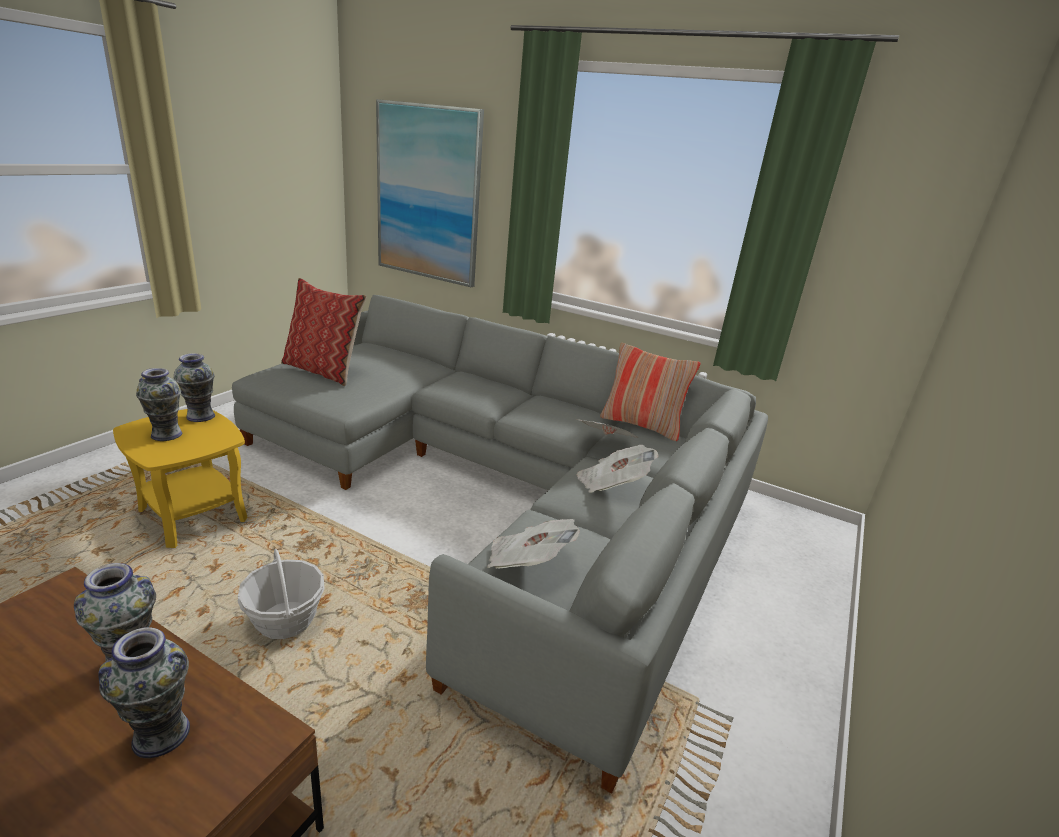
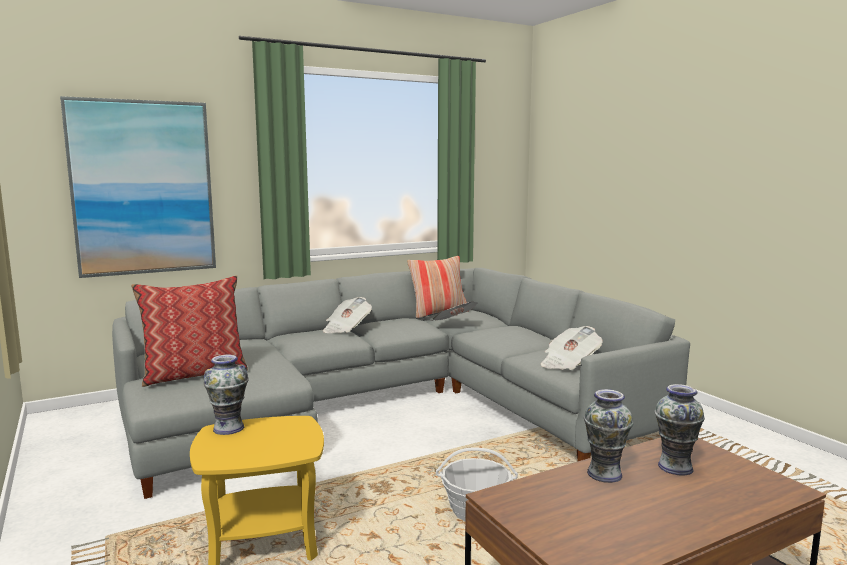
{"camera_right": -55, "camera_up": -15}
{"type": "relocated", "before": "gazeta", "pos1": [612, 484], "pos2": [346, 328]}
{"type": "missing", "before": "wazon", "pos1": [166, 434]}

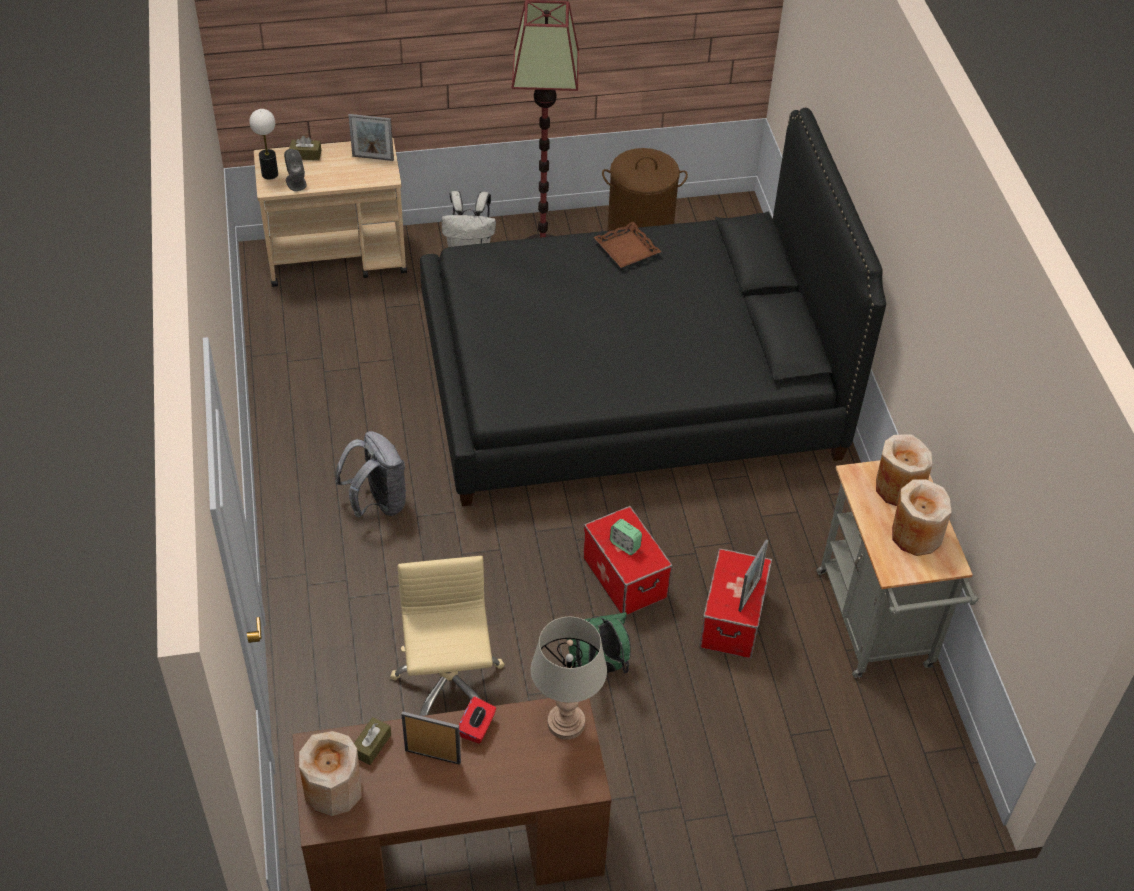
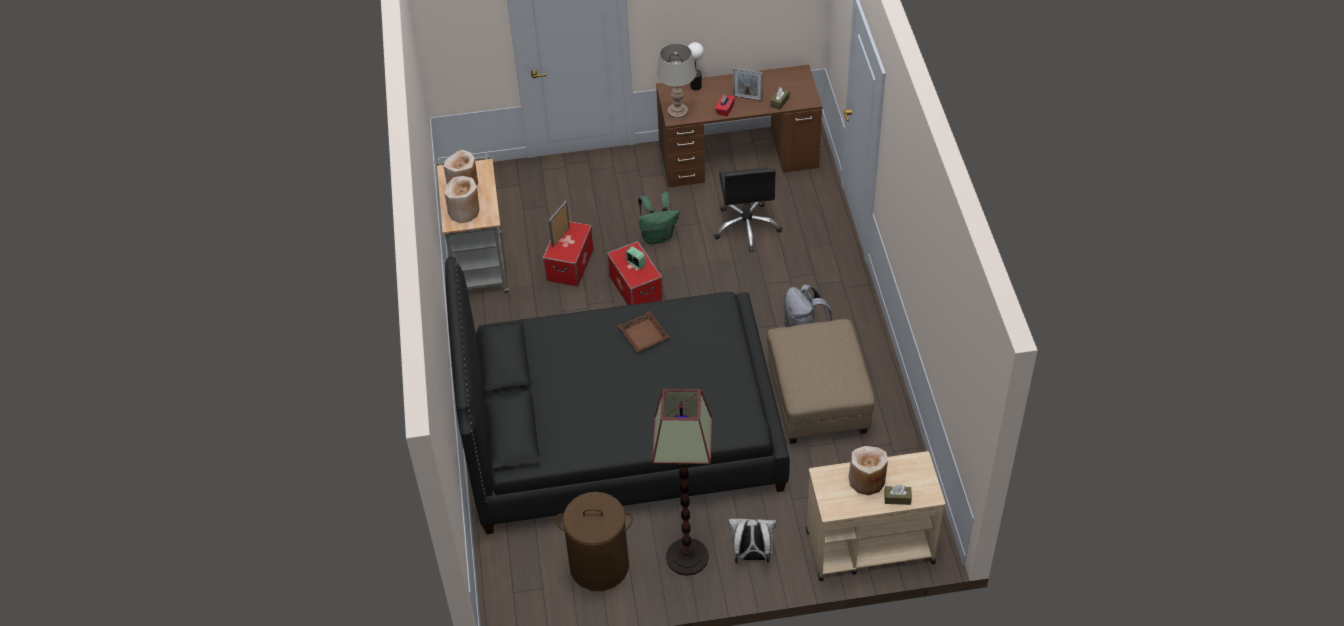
{"camera_right": -175, "camera_up": 0}
{"type": "relocated", "before": "taca (brązowy)", "pos1": [627, 249], "pos2": [643, 335]}
{"type": "relocated", "before": "lampa stołowa", "pos1": [270, 174], "pos2": [696, 86]}
{"type": "colour", "before": "krzesło biurowe (beżowy)", "after": "krzesło biurowe (czarny)", "pos1": [448, 685], "pos2": [747, 227]}
{"type": "appeared", "after": "pufa (beżowy)", "pos2": [817, 400]}
{"type": "relocated", "before": "wazon (beżowy)", "pos1": [333, 789], "pos2": [866, 481]}
{"type": "missing", "before": "głośnik (szary)", "pos1": [296, 182]}
{"type": "missing", "before": "ramka na zdjęcie", "pos1": [373, 158]}

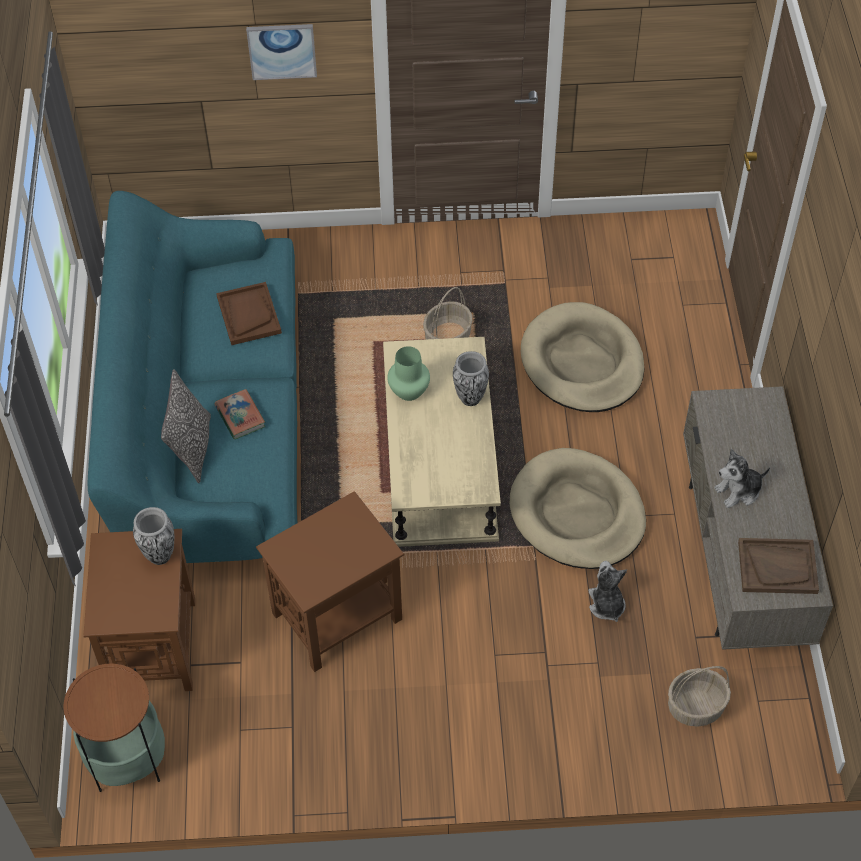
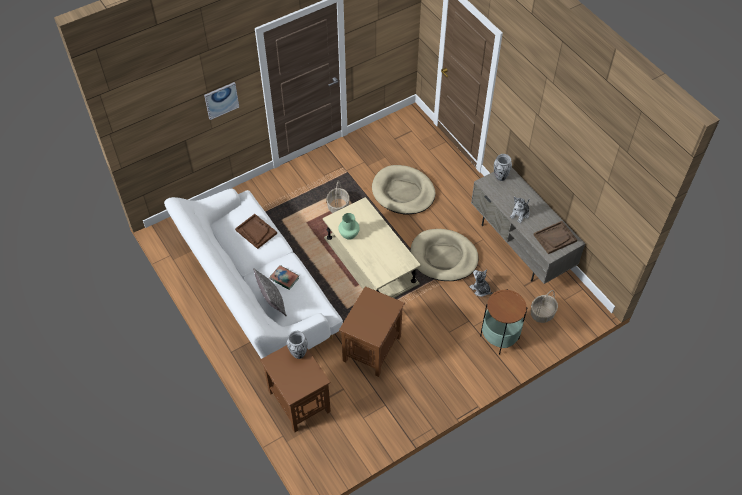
{"camera_right": -30, "camera_up": 0}
{"type": "colour", "before": "kanapa (turkusowy)", "after": "kanapa (biały)", "pos1": [212, 423], "pos2": [257, 291]}
{"type": "relocated", "before": "stolik", "pos1": [127, 759], "pos2": [499, 337]}
{"type": "relocated", "before": "wazon", "pos1": [470, 397], "pos2": [500, 177]}

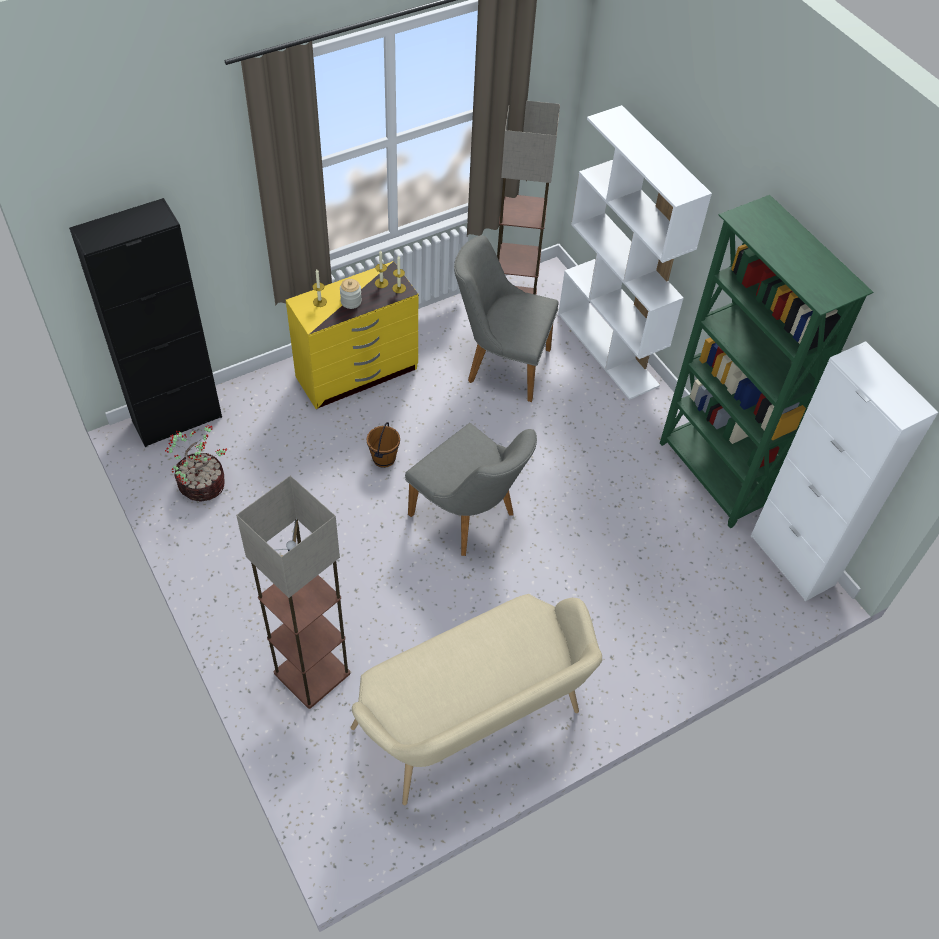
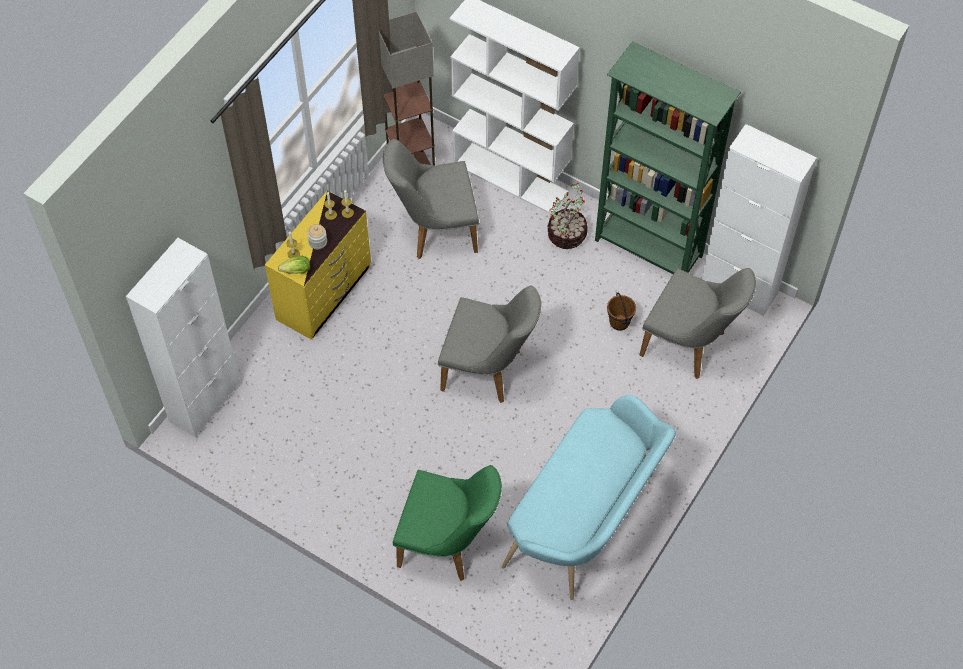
{"camera_right": -25, "camera_up": 5}
{"type": "colour", "before": "szafka (czarny)", "after": "szafka (biały)", "pos1": [177, 419], "pos2": [205, 402]}
{"type": "appeared", "after": "sałata", "pos2": [294, 271]}
{"type": "exchanged", "before": "lampa stojąca", "after": "krzesło (zielony)", "pos1": [312, 674], "pos2": [449, 545]}
{"type": "colour", "before": "ławka (beżowy)", "after": "ławka (turkusowy)", "pos1": [474, 726], "pos2": [586, 522]}
{"type": "relocated", "before": "roślina doniczkowa", "pos1": [203, 484], "pos2": [567, 234]}
{"type": "relocated", "before": "wiadro (brązowy)", "pos1": [383, 458], "pos2": [619, 322]}
{"type": "appeared", "after": "krzesło (szary)", "pos2": [690, 346]}

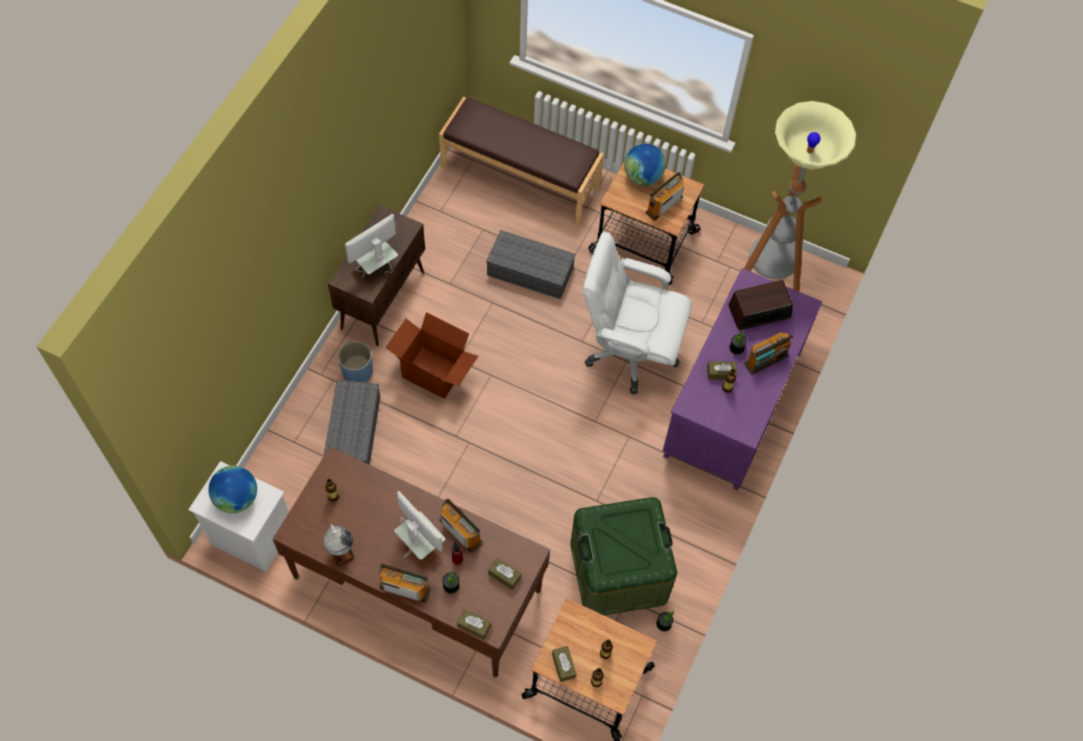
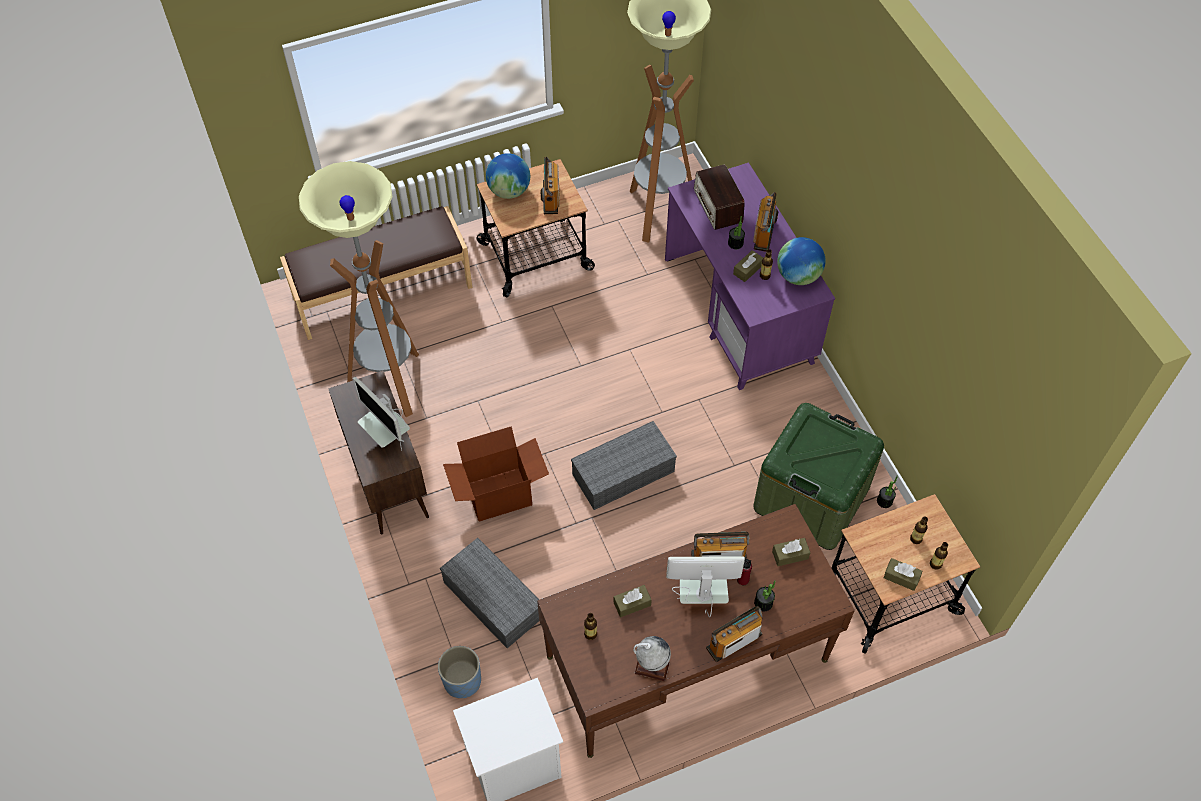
{"camera_right": -45, "camera_up": -5}
{"type": "appeared", "after": "lampa stojąca", "pos2": [391, 383]}
{"type": "spun", "before": "monitor", "pos1": [376, 267], "pos2": [388, 436], "turn": -45}
{"type": "relocated", "before": "donica (niebieski)", "pos1": [357, 372], "pos2": [462, 681]}
{"type": "relocated", "before": "pojemnik do przechowywania (szary)", "pos1": [528, 272], "pos2": [622, 474]}
{"type": "relocated", "before": "pudełko chusteczek (brązowy)", "pos1": [474, 626], "pos2": [632, 604]}
{"type": "spun", "before": "radio", "pos1": [758, 312], "pos2": [718, 206], "turn": -45}
{"type": "relocated", "before": "globus", "pos1": [236, 498], "pos2": [798, 276]}
{"type": "missing", "before": "krzesło biurowe (biały)", "pos1": [629, 351]}

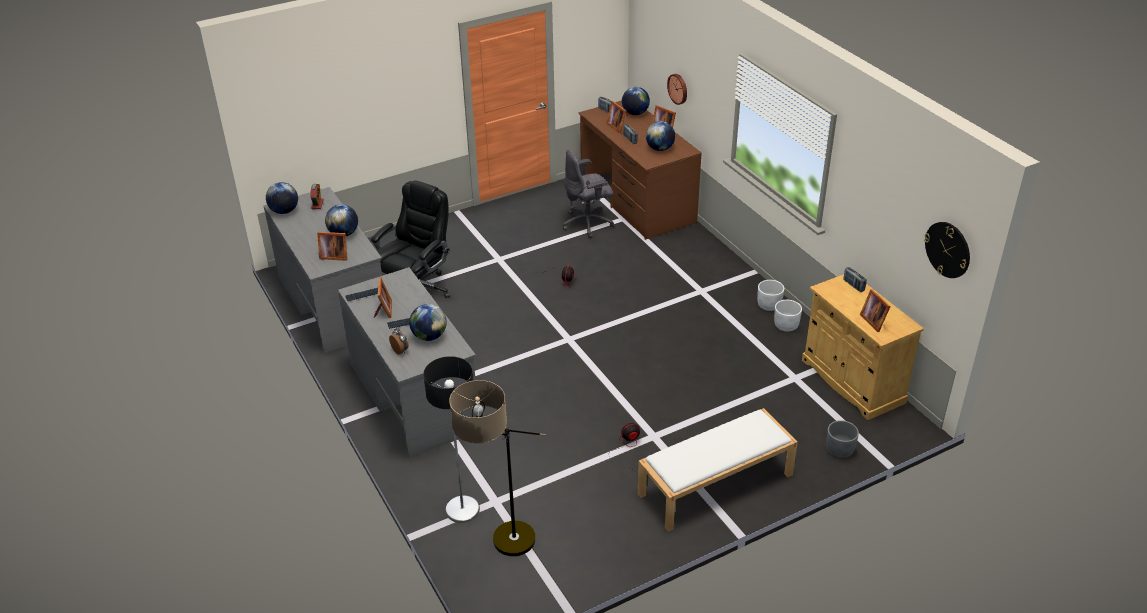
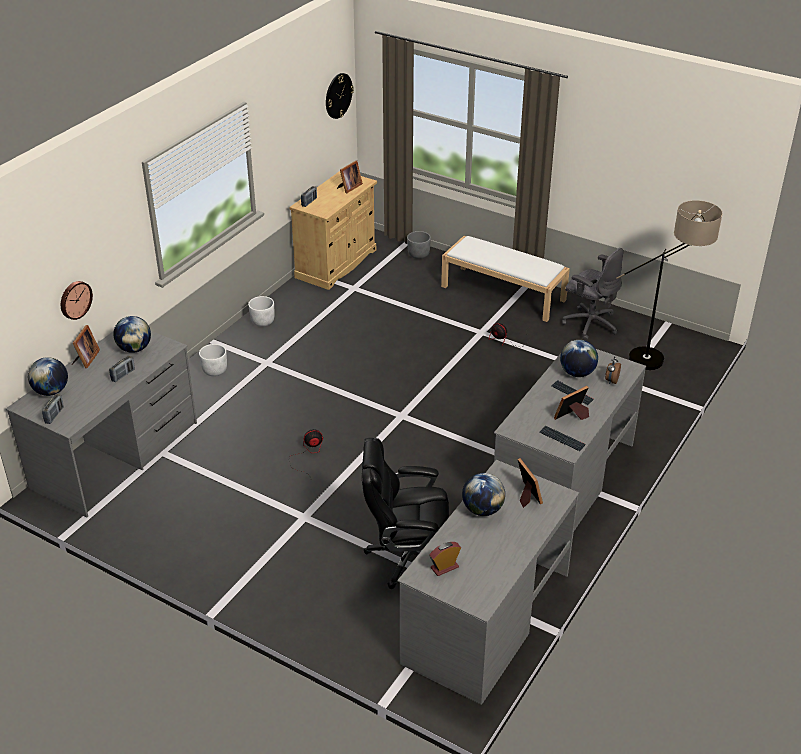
{"camera_right": -120, "camera_up": 0}
{"type": "colour", "before": "biurko (brązowy)", "after": "biurko (szary)", "pos1": [636, 201], "pos2": [116, 454]}
{"type": "relocated", "before": "donica (biały)", "pos1": [786, 325], "pos2": [214, 370]}
{"type": "relocated", "before": "krzesło biurowe (szary)", "pos1": [588, 224], "pos2": [590, 324]}
{"type": "missing", "before": "globus", "pos1": [284, 211]}
{"type": "missing", "before": "lampa stojąca", "pos1": [462, 510]}
{"type": "missing", "before": "ramka na zdjęcie", "pos1": [617, 126]}

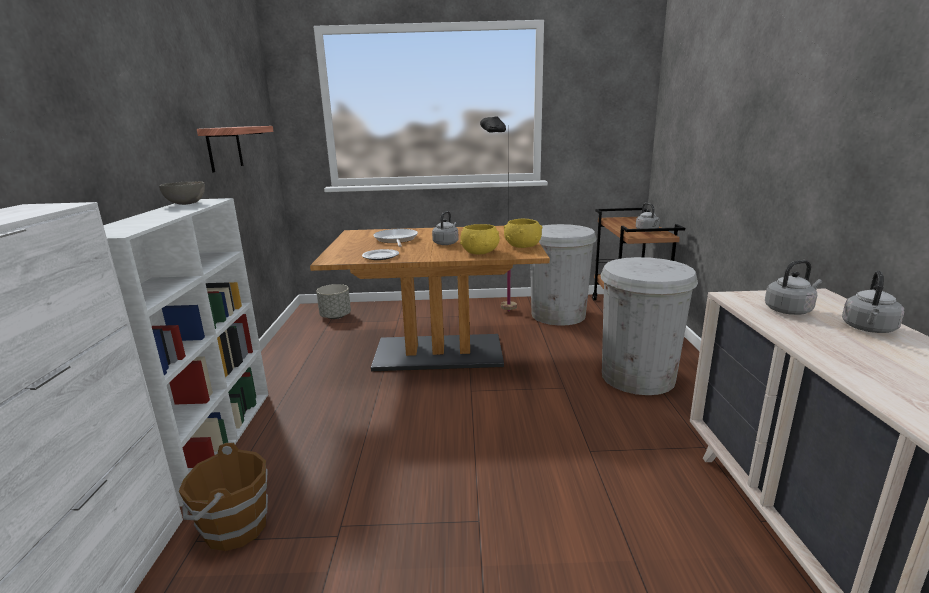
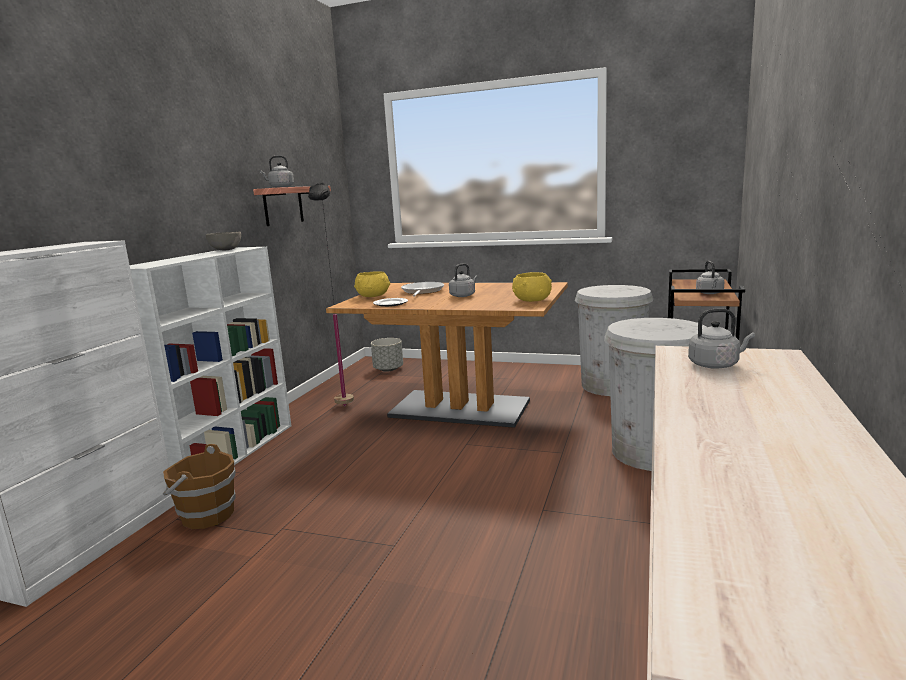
{"camera_right": 20, "camera_up": -5}
{"type": "relocated", "before": "czajnik (szary)", "pos1": [868, 329], "pos2": [280, 187]}
{"type": "relocated", "before": "lampa stojąca (czarny)", "pos1": [499, 307], "pos2": [342, 401]}
{"type": "relocated", "before": "miska (żółty)", "pos1": [480, 252], "pos2": [373, 296]}

